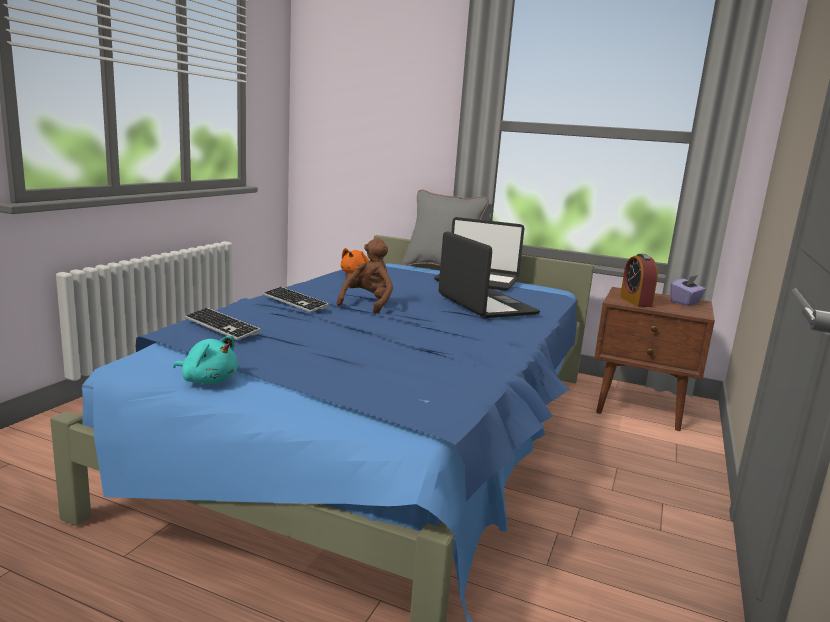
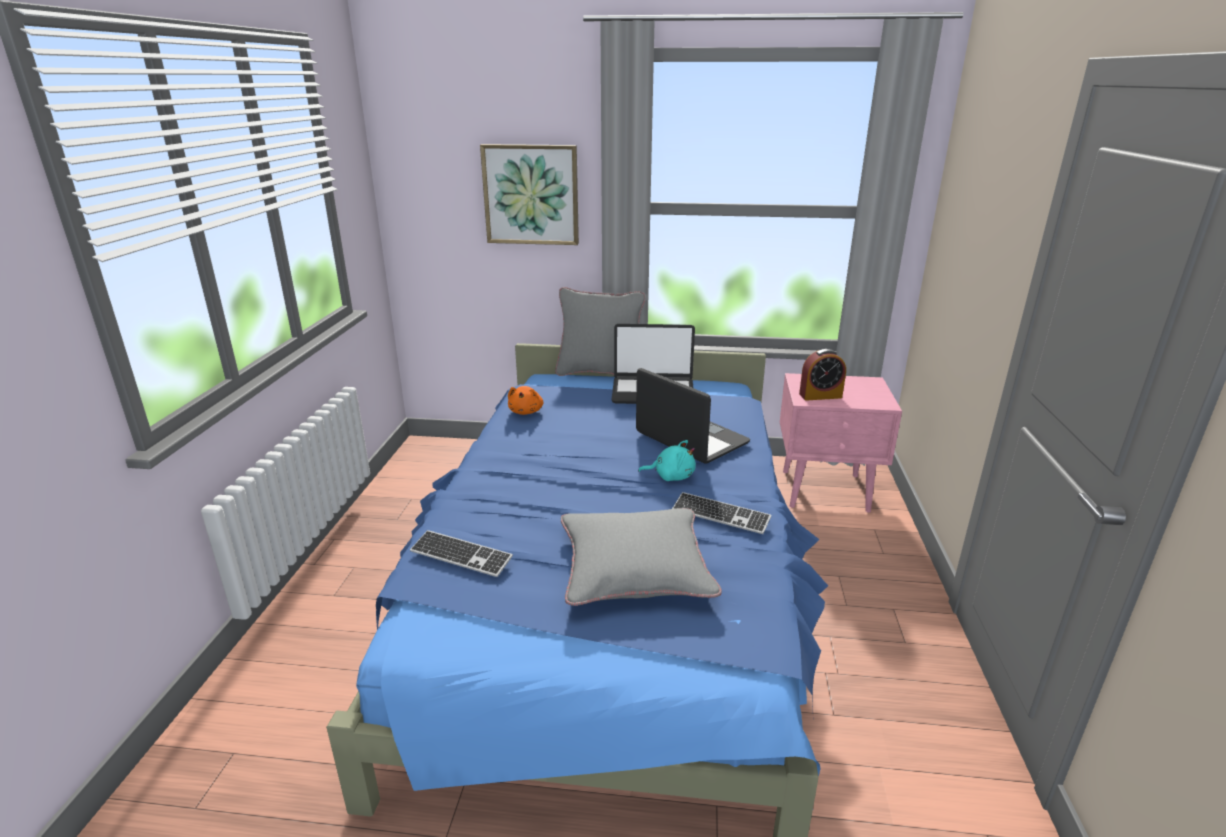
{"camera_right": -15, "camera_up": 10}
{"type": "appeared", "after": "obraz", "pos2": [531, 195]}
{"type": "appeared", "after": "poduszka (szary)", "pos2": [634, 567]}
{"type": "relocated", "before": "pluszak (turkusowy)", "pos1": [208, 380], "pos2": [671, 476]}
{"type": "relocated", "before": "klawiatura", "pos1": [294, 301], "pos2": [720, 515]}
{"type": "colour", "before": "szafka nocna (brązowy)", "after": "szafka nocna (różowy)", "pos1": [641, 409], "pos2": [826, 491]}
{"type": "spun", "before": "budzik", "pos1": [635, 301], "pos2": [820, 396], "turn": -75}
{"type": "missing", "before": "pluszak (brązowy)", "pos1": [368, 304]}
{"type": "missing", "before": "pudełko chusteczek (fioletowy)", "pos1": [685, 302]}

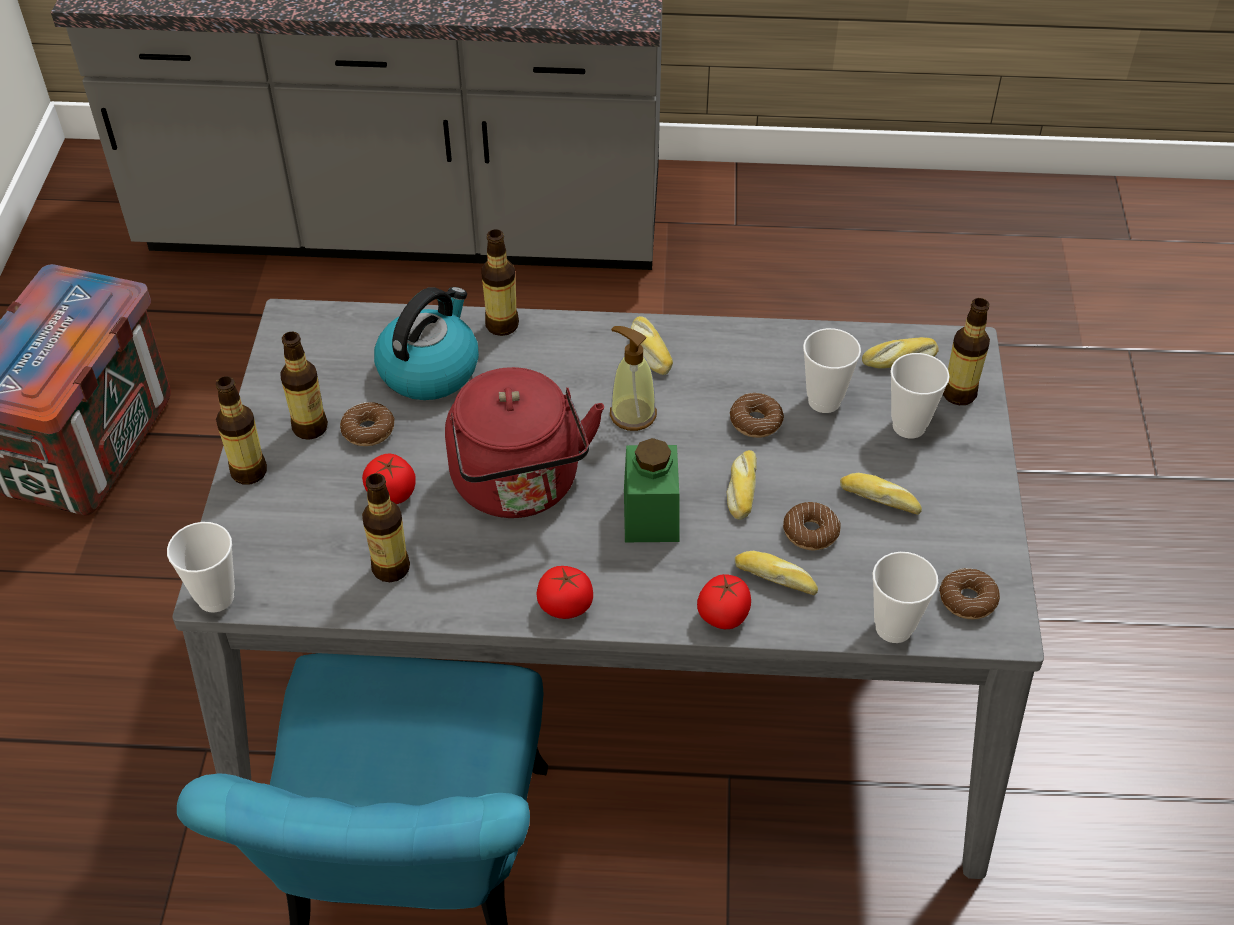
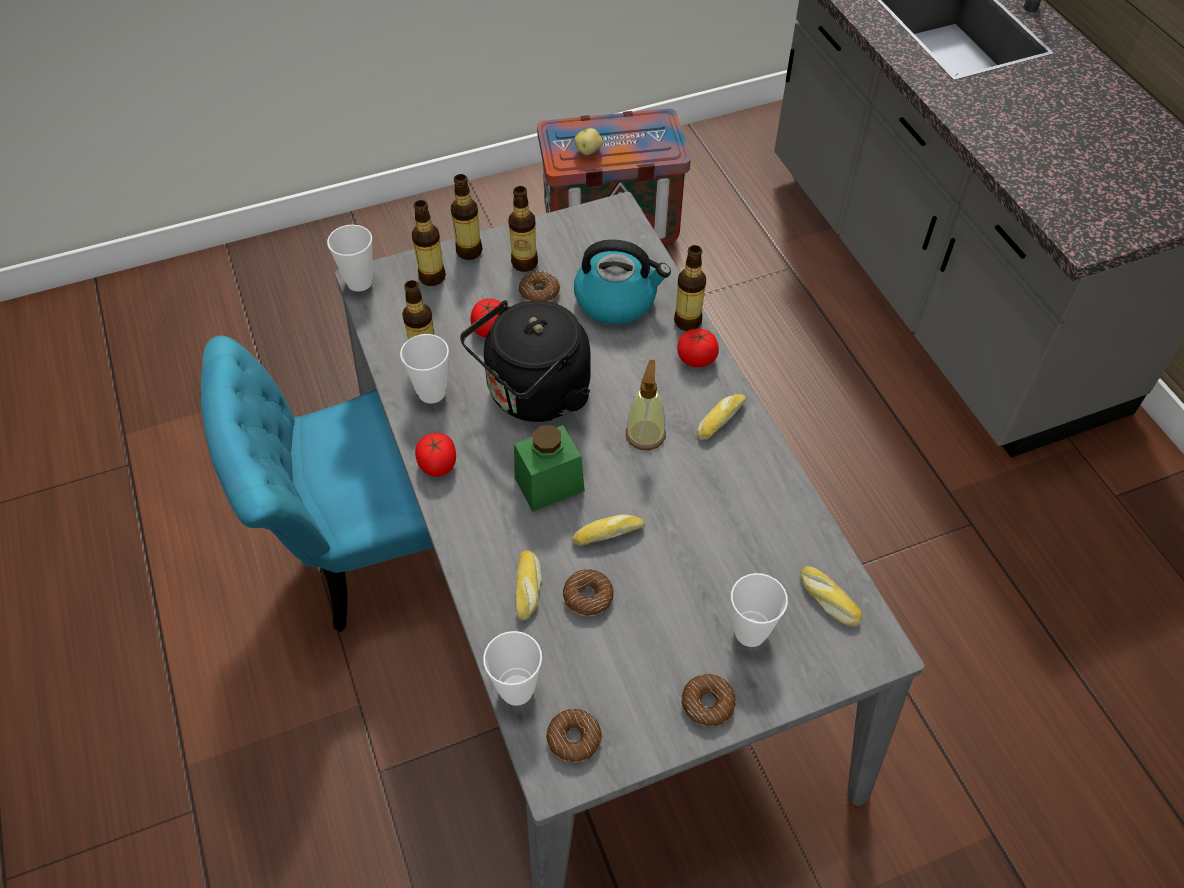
{"camera_right": 65, "camera_up": 5}
{"type": "relocated", "before": "filiżanka", "pos1": [824, 401], "pos2": [432, 392]}
{"type": "relocated", "before": "butelka", "pos1": [958, 394], "pos2": [432, 277]}
{"type": "colour", "before": "czajnik (czerwony)", "after": "czajnik (czarny)", "pos1": [519, 487], "pos2": [534, 395]}
{"type": "appeared", "after": "ziemniak", "pos2": [589, 151]}
{"type": "relocated", "before": "pomidor", "pos1": [723, 615], "pos2": [696, 358]}
{"type": "relocated", "before": "donut", "pos1": [755, 421], "pos2": [707, 703]}
{"type": "missing", "before": "chleb", "pos1": [880, 498]}

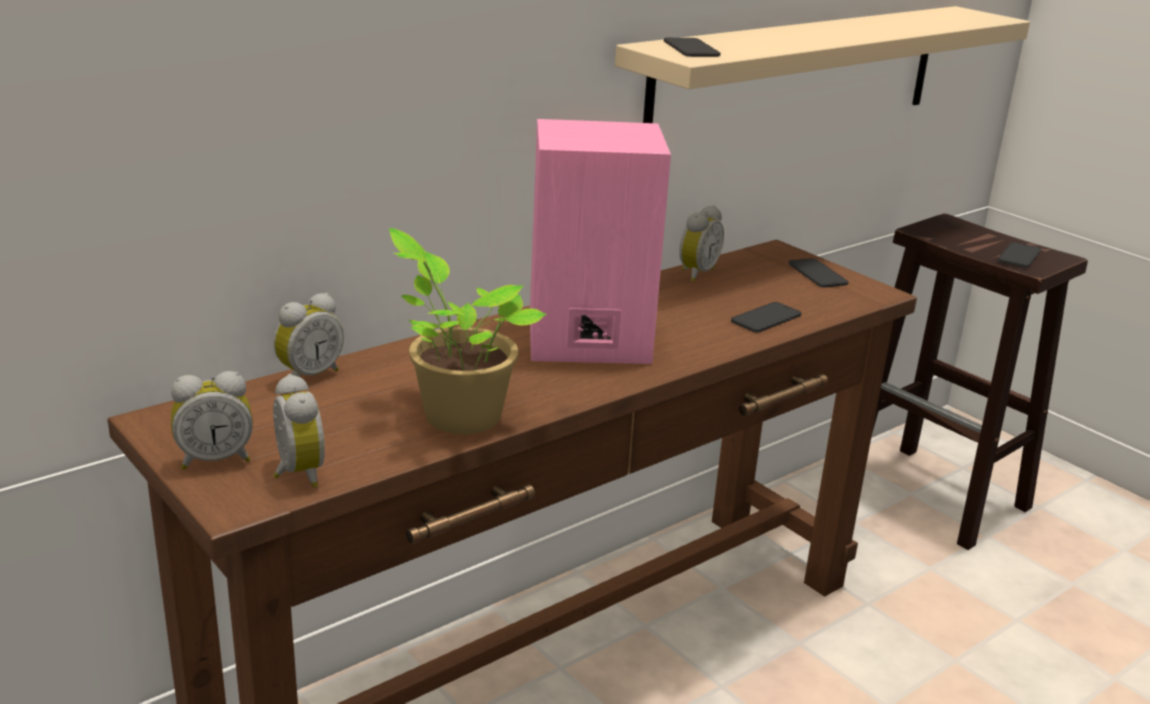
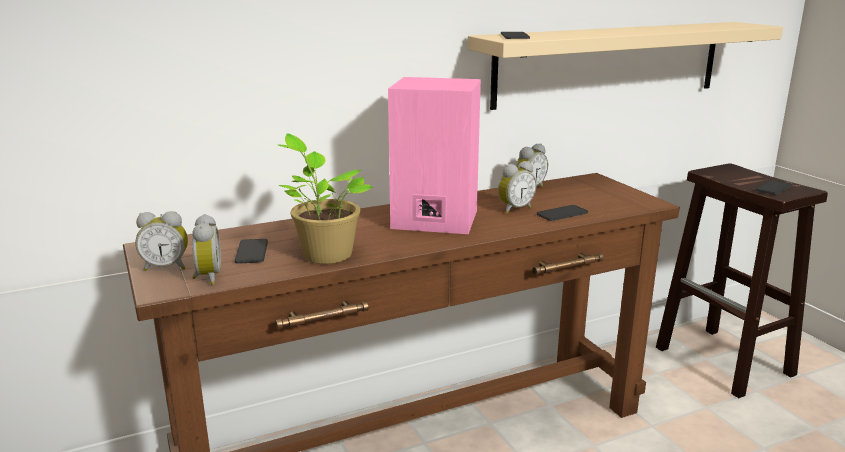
{"camera_right": 15, "camera_up": -5}
{"type": "relocated", "before": "telefon", "pos1": [817, 274], "pos2": [251, 252]}
{"type": "relocated", "before": "budzik", "pos1": [308, 375], "pos2": [514, 209]}

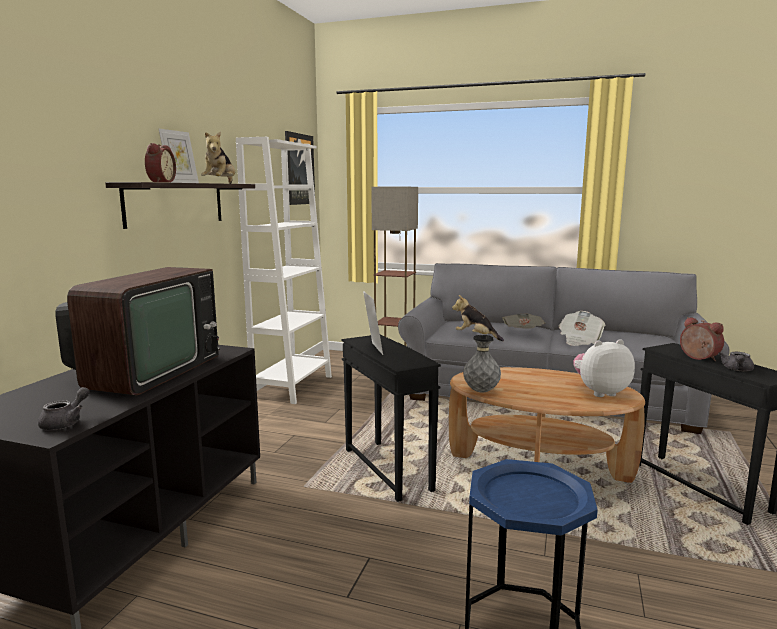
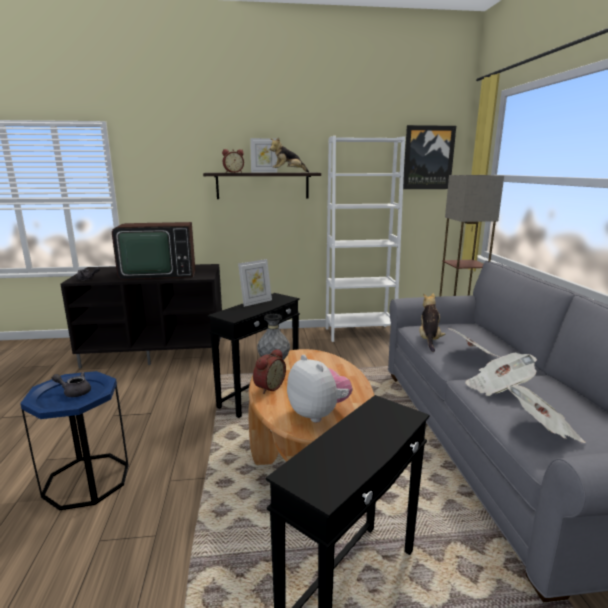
{"camera_right": 65, "camera_up": 5}
{"type": "relocated", "before": "imbryk (szary)", "pos1": [737, 370], "pos2": [74, 392]}
{"type": "relocated", "before": "budzik", "pos1": [698, 358], "pos2": [268, 387]}
{"type": "appeared", "after": "gazeta", "pos2": [542, 429]}

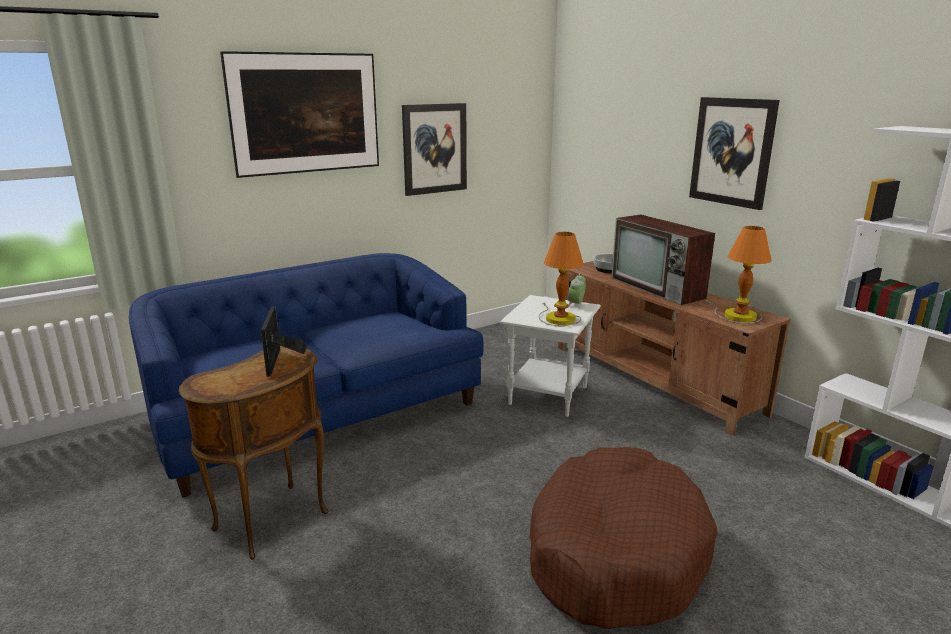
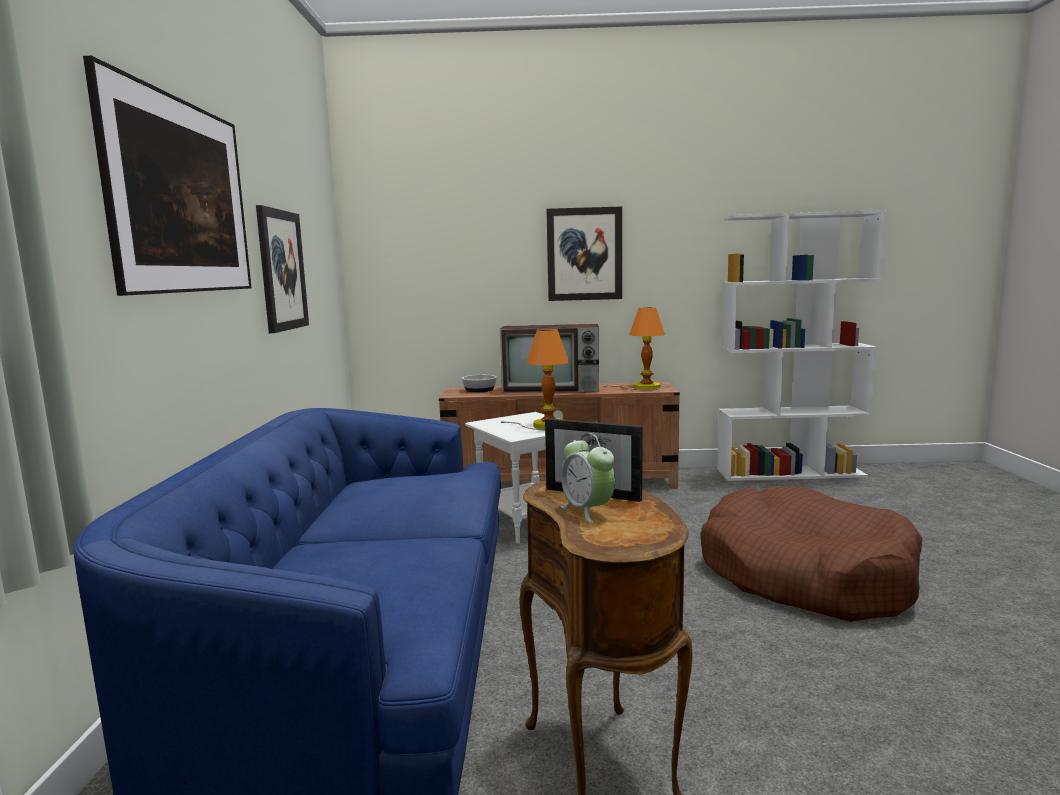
{"camera_right": -55, "camera_up": -10}
{"type": "relocated", "before": "budzik", "pos1": [576, 305], "pos2": [587, 511]}

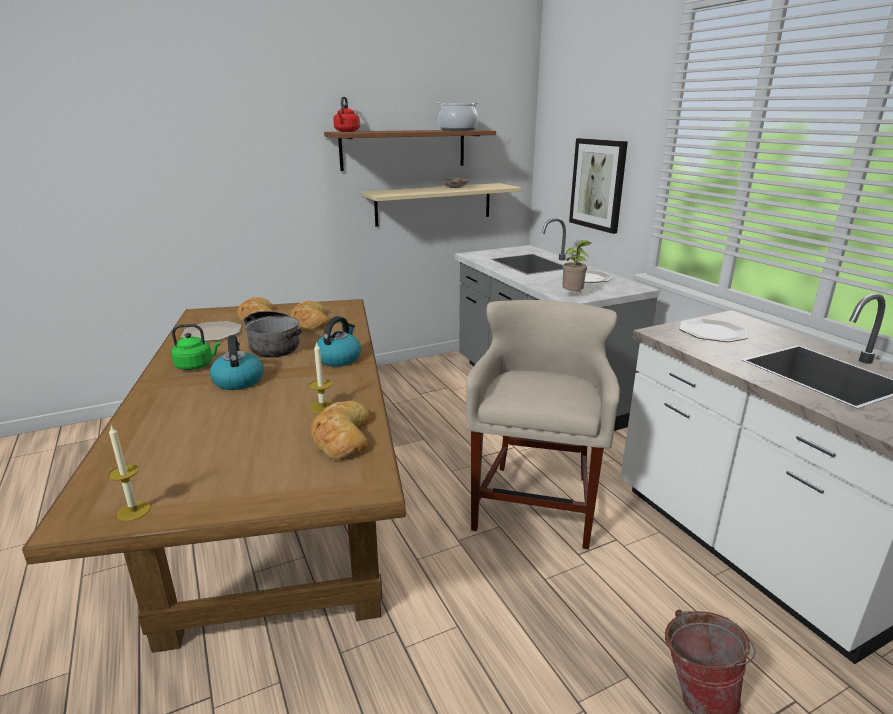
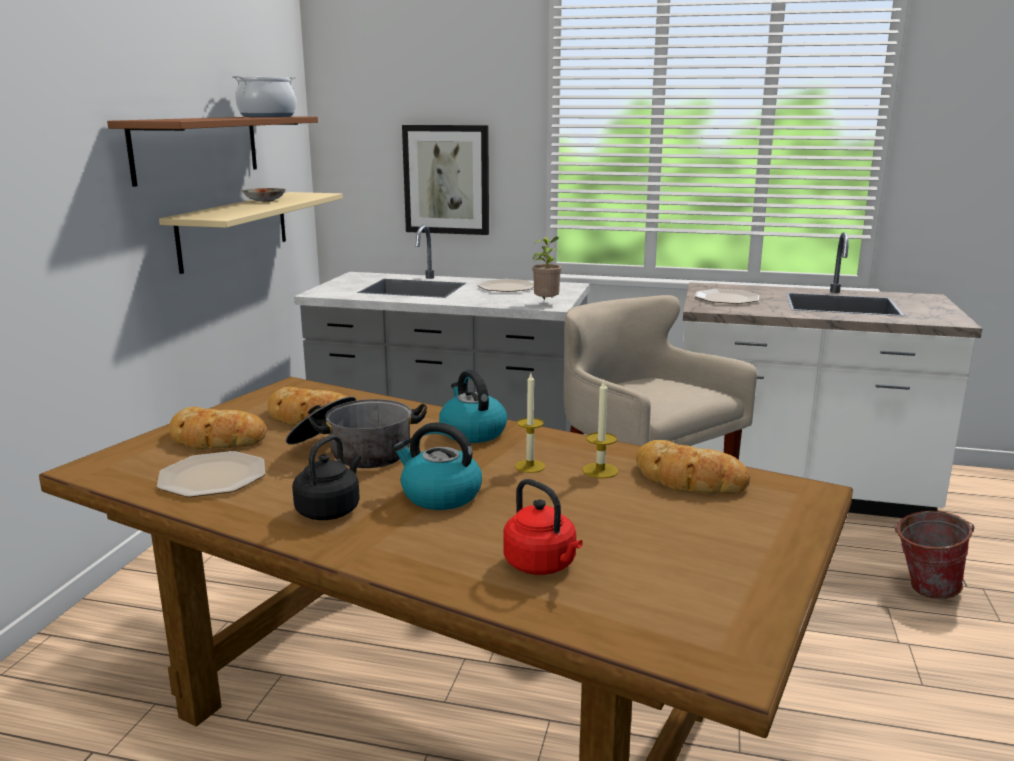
{"camera_right": -50, "camera_up": -5}
{"type": "colour", "before": "czajnik (zielony)", "after": "czajnik (czarny)", "pos1": [196, 366], "pos2": [330, 510]}
{"type": "relocated", "before": "czajnik (czerwony)", "pos1": [346, 131], "pos2": [542, 565]}
{"type": "relocated", "before": "świeca", "pos1": [133, 511], "pos2": [530, 466]}

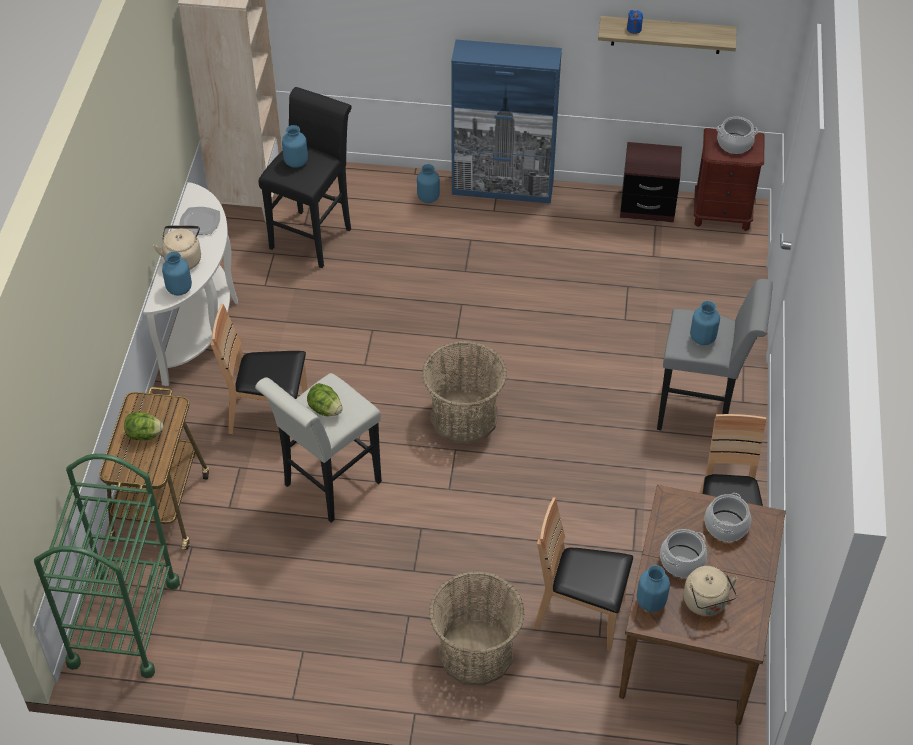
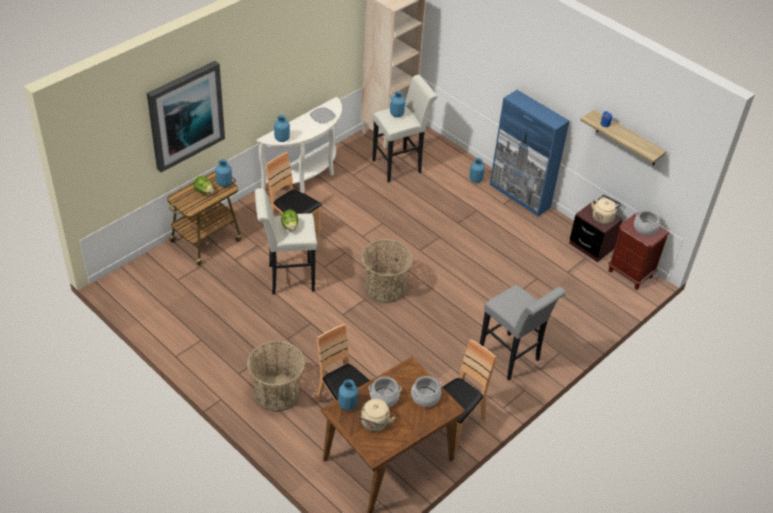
{"camera_right": 35, "camera_up": -5}
{"type": "appeared", "after": "obraz", "pos2": [185, 115]}
{"type": "relocated", "before": "wazon (niebieski)", "pos1": [702, 338], "pos2": [224, 183]}
{"type": "colour", "before": "stołek (czarny)", "after": "stołek (biały)", "pos1": [314, 235], "pos2": [400, 165]}
{"type": "relocated", "before": "czajnik (beżowy)", "pos1": [183, 259], "pos2": [603, 217]}
{"type": "missing", "before": "wózek (zielony)", "pos1": [124, 623]}

